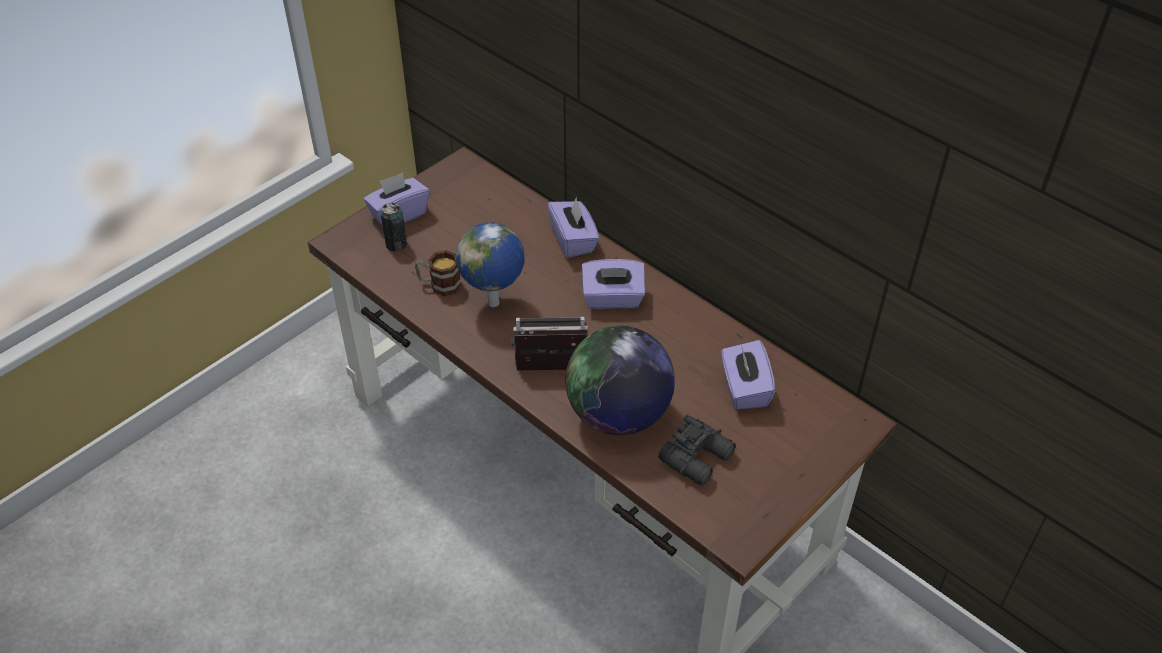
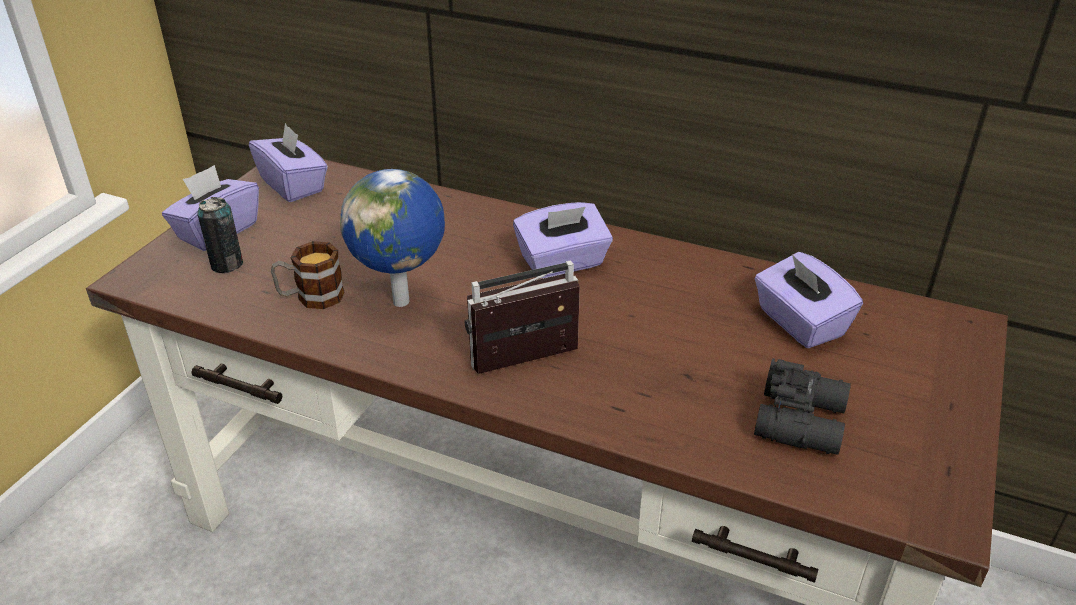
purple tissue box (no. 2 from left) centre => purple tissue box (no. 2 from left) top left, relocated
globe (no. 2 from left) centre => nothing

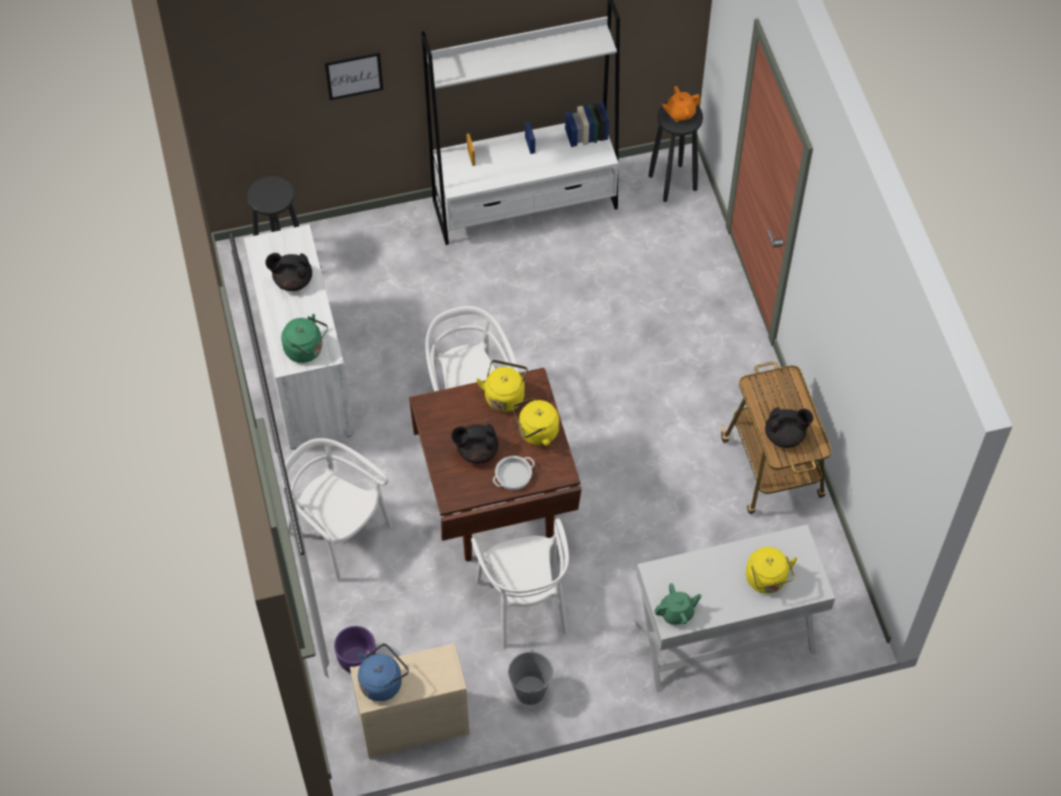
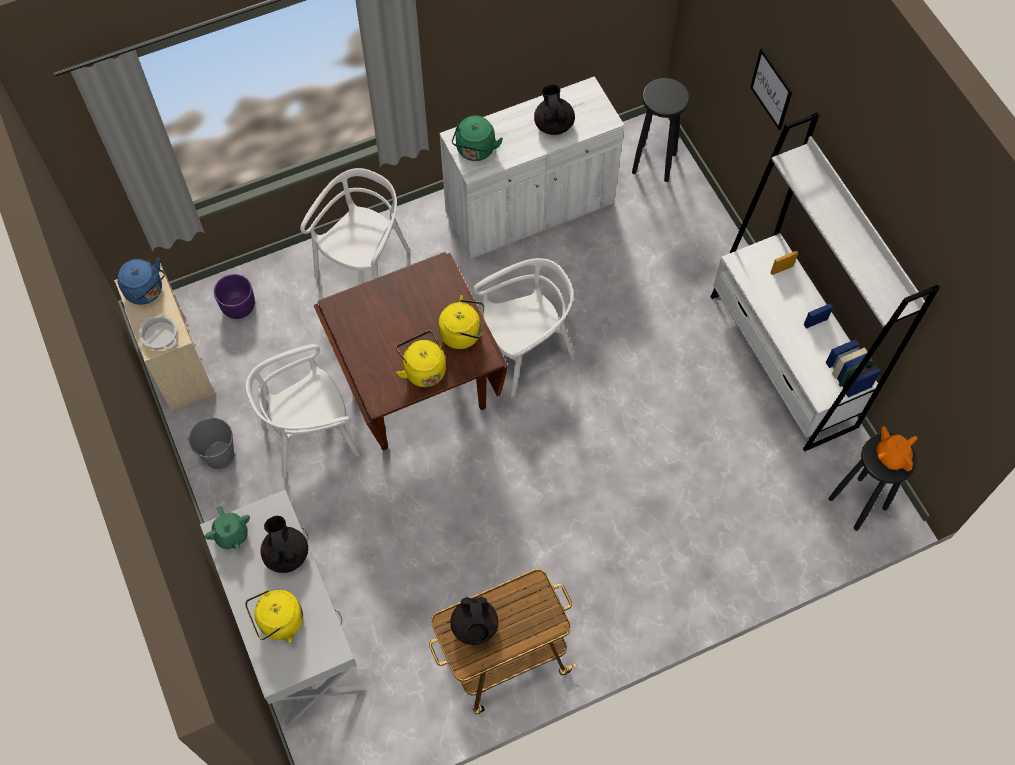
black teapot (no. 2 from left in the first image) centre => black teapot (no. 1 from left) bottom left, relocated
cooking pot centre => cooking pot middle left, relocated

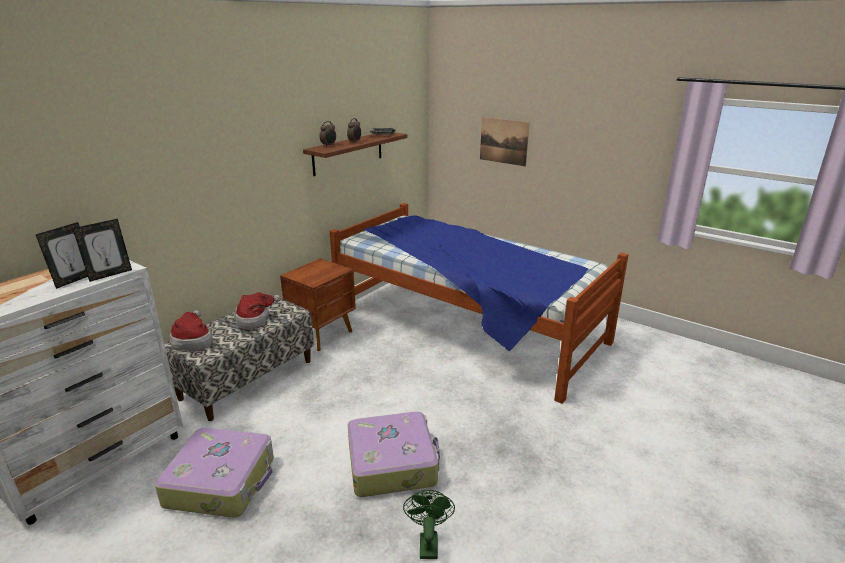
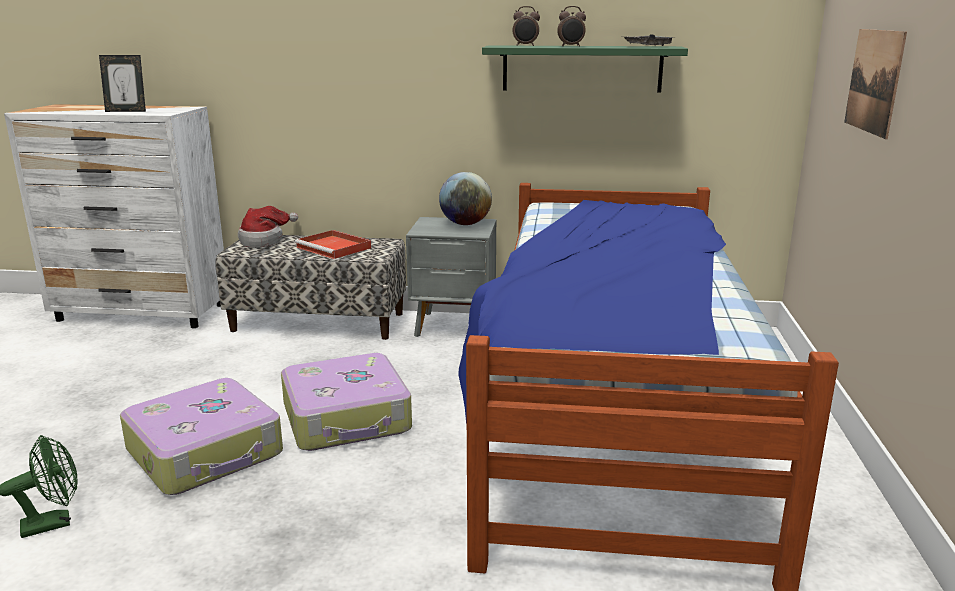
brown shelf top centre => green shelf top centre
picture frame (no. 2 from left) middle left => nothing
brown nightstand centre => grey nightstand centre
hat (no. 2 from left) middle left => red tray centre
suitcase (no. 1 from left in the first image) bottom left => suitcase (no. 2 from left) bottom centre, relocated
nothing => globe centre

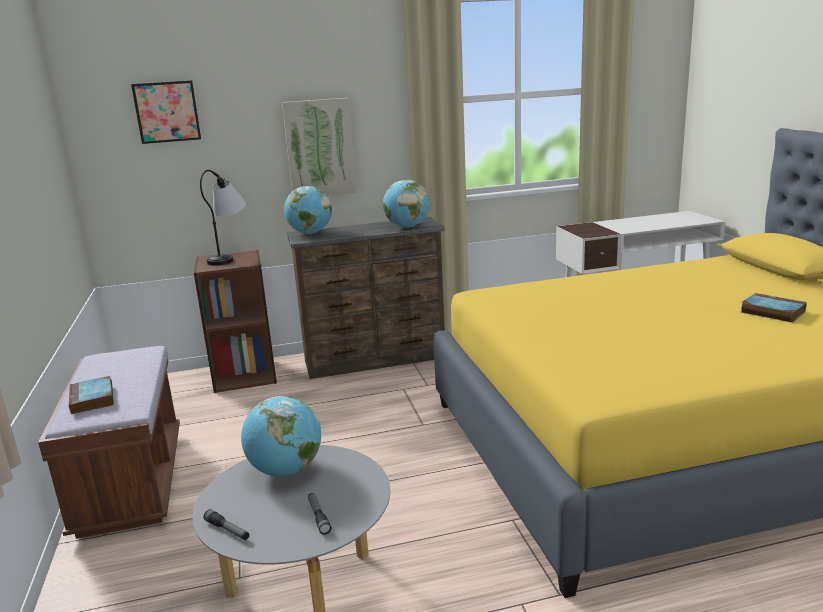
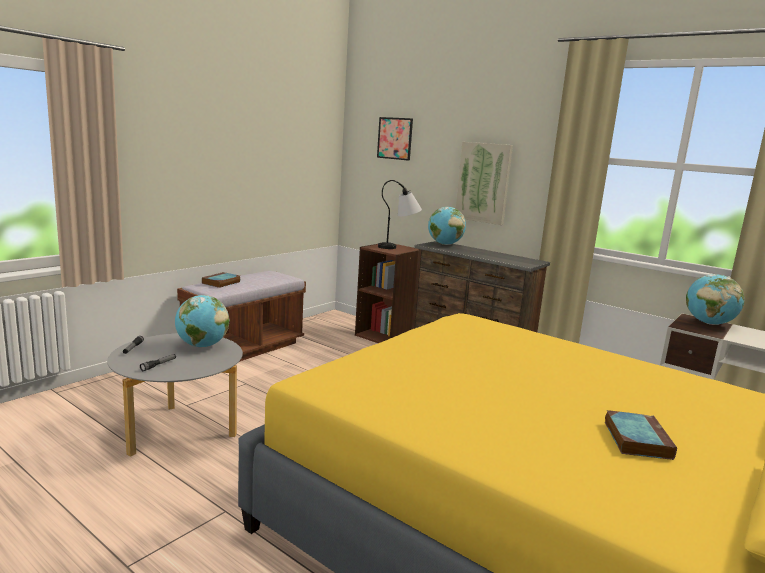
globe (no. 3 from left) centre => globe (no. 3 from left) middle right, relocated

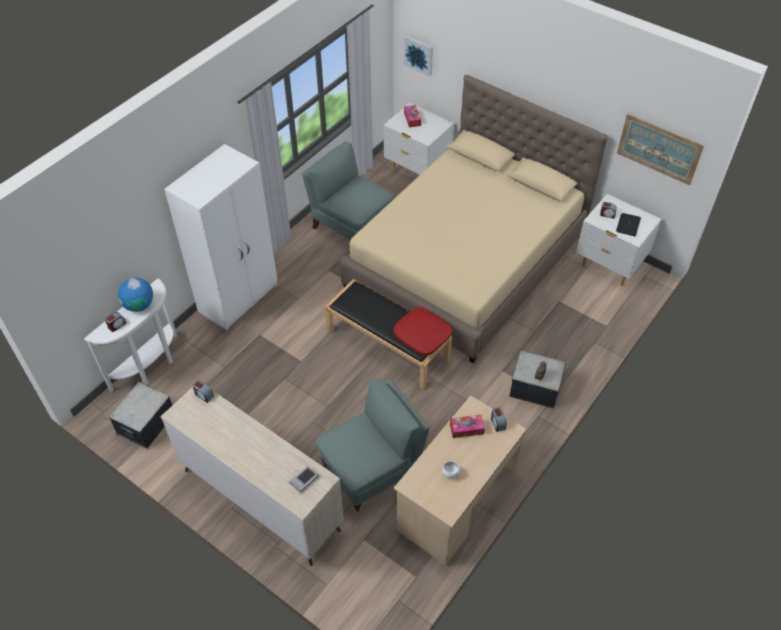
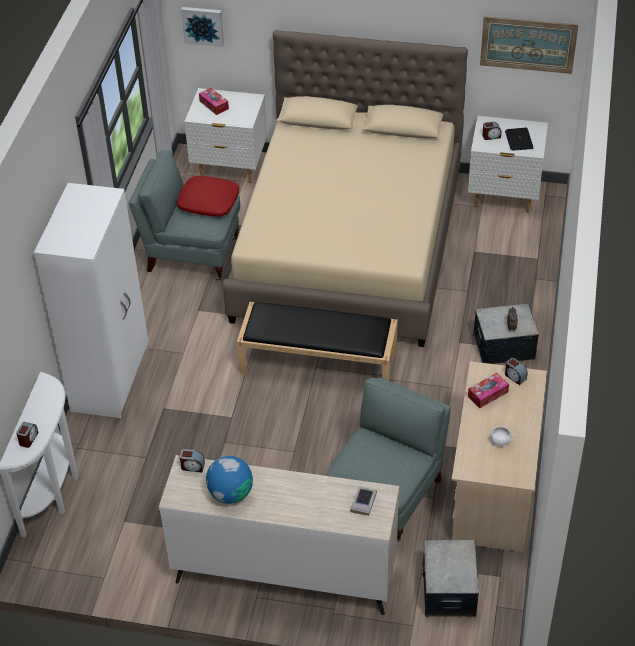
globe middle left => globe bottom centre, relocated
red pillow centre => red pillow top left, relocated
storage box (no. 1 from left) middle left => storage box (no. 1 from left) bottom right, relocated

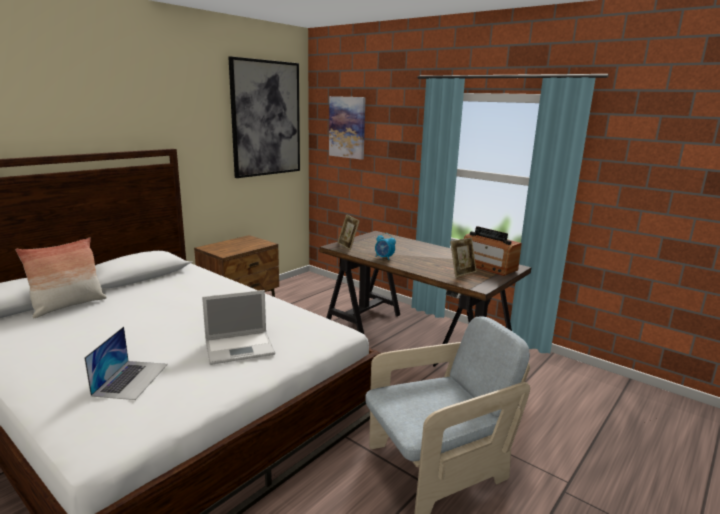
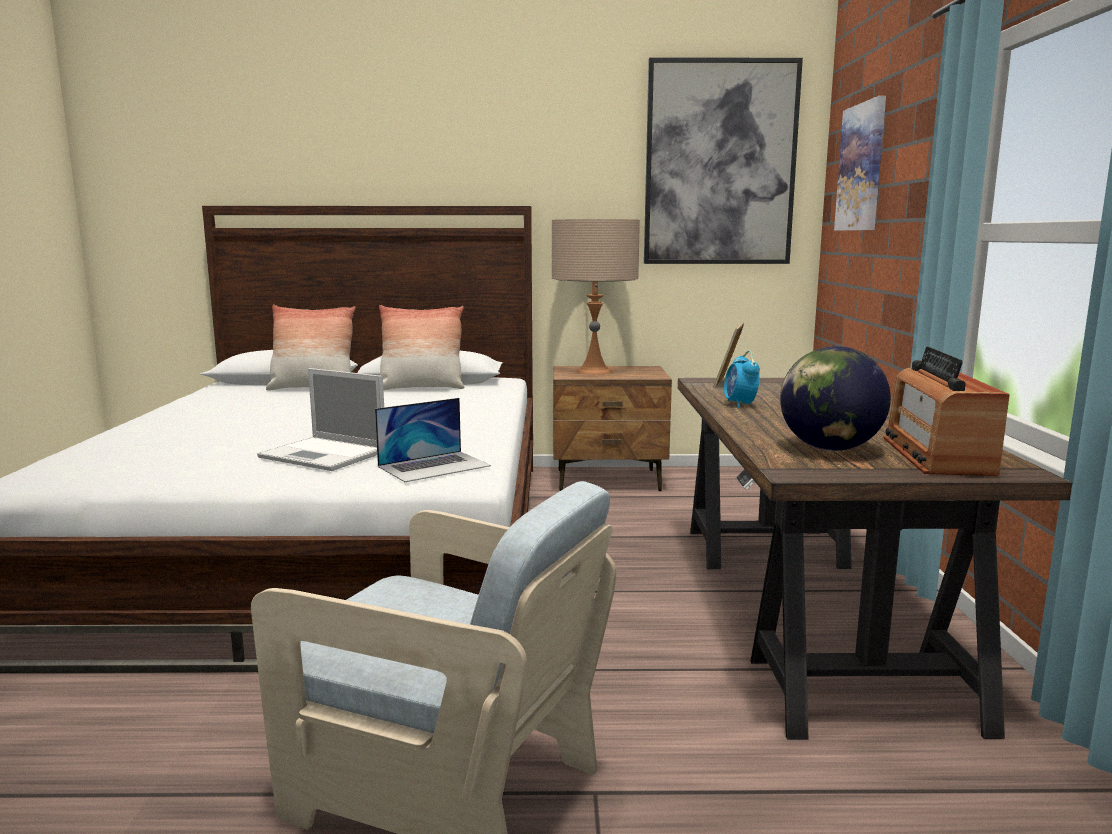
picture frame (no. 2 from left) centre => globe middle right
laptop (no. 1 from left in the first image) bottom left => laptop (no. 2 from left) centre, relocated
nothing => beige table lamp centre
nothing => pillow (no. 2 from left) centre

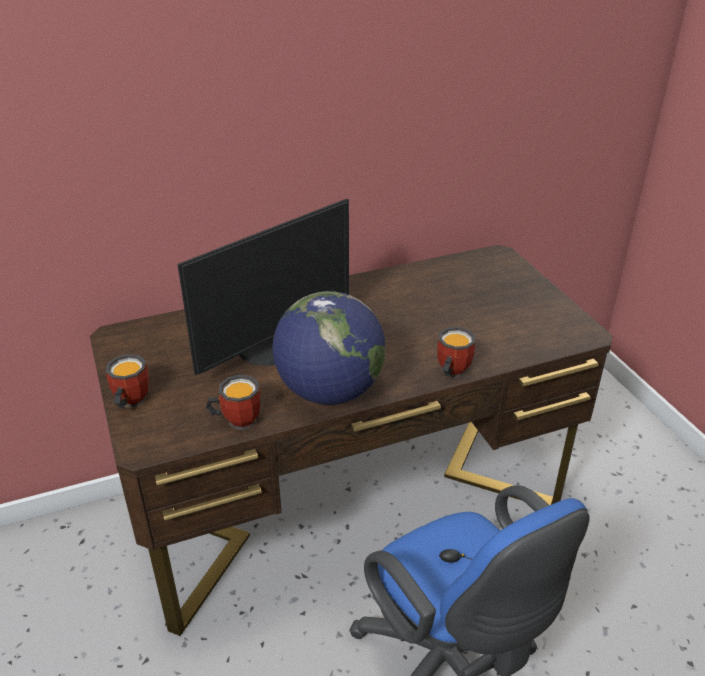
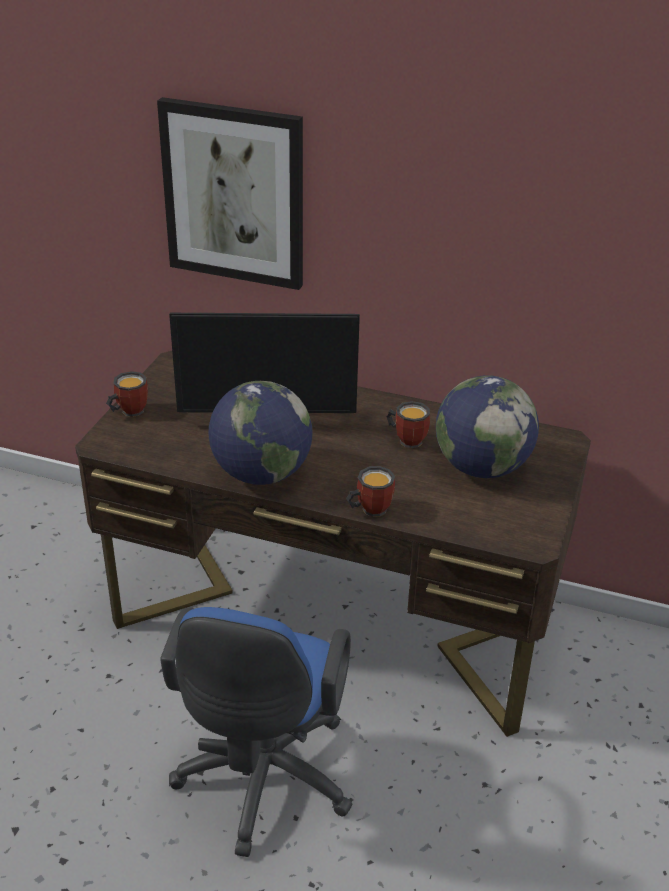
mug (no. 2 from left in the first image) middle left => mug (no. 3 from left) centre, relocated
nothing => picture top centre
nothing => globe (no. 2 from left) middle right

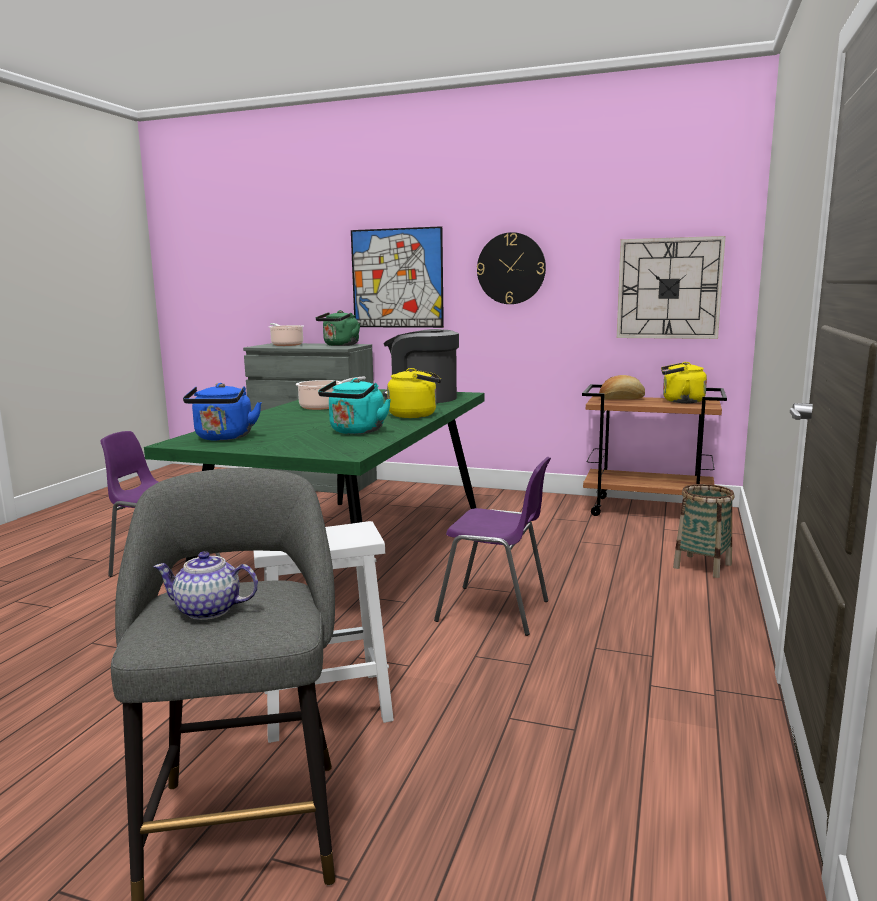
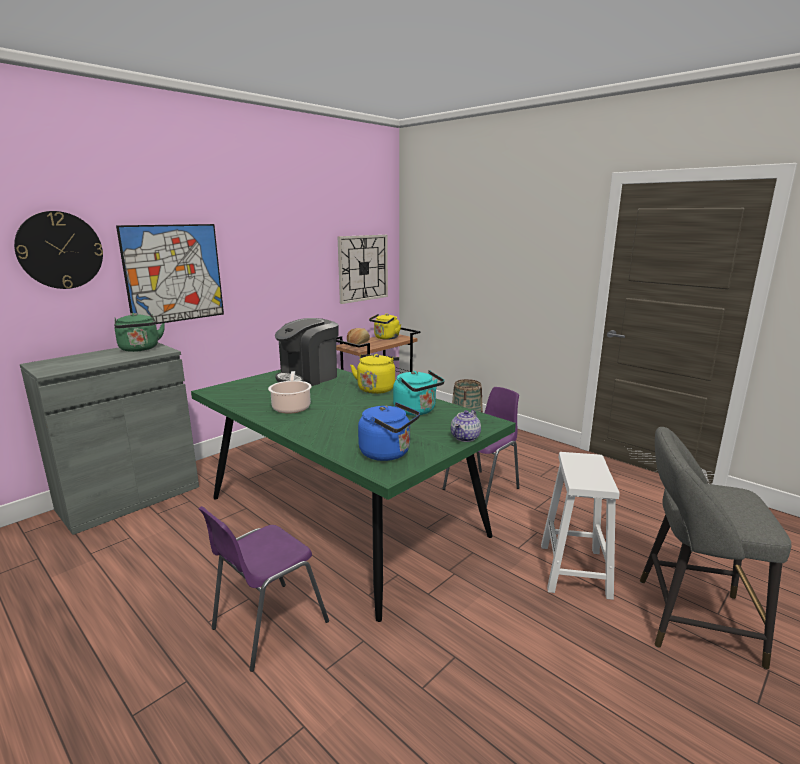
wall clock (no. 1 from left) top centre => wall clock (no. 1 from left) top left, relocated
cooking pot (no. 1 from left) middle left => nothing
teapot middle left => teapot centre, relocated

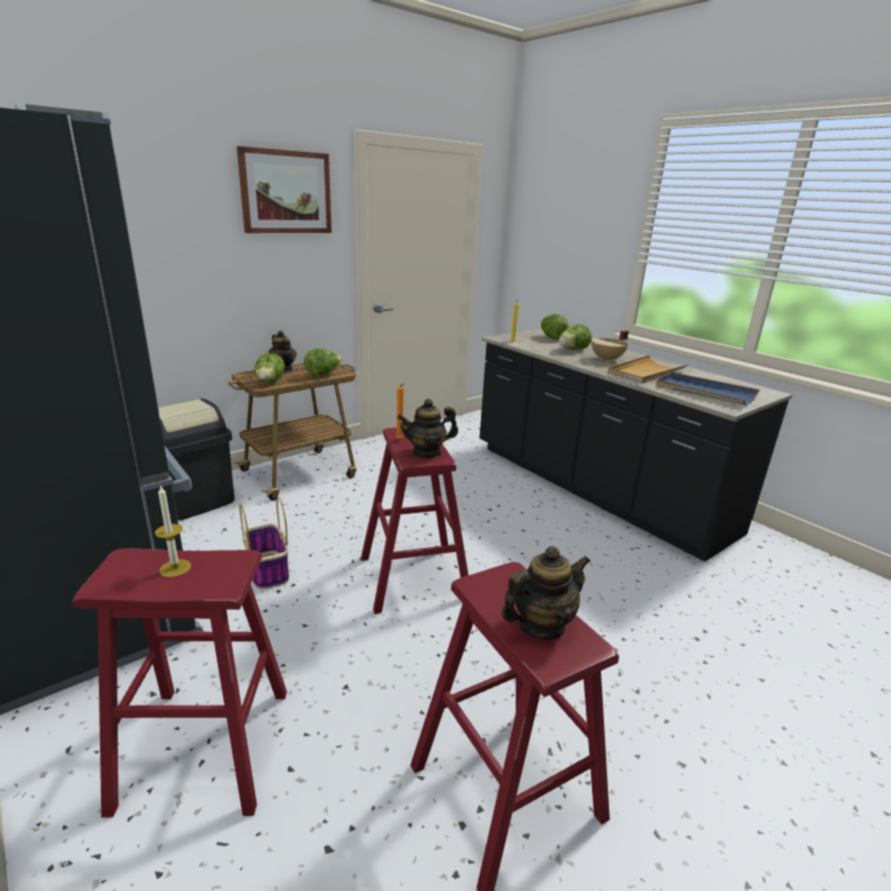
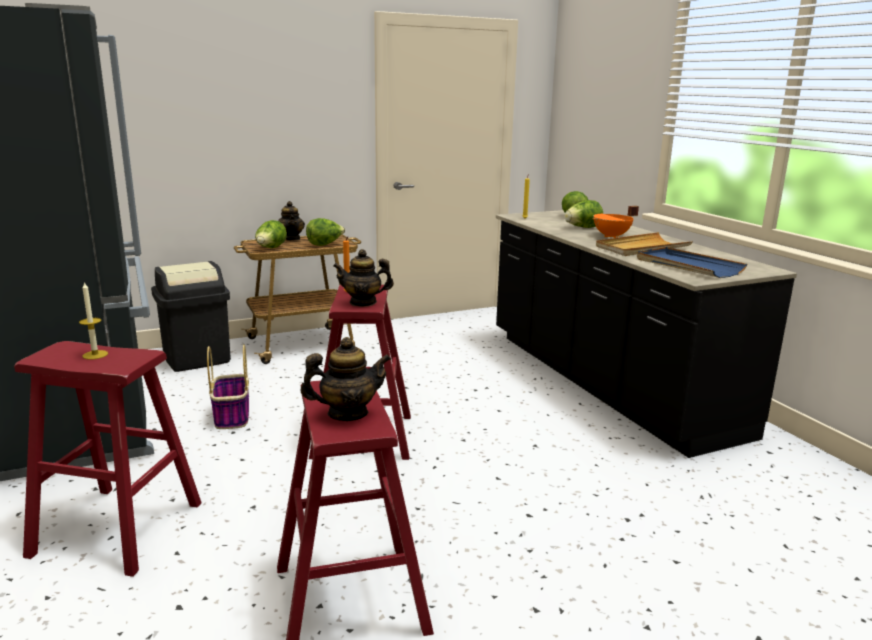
picture top left => nothing
beige cooking pot middle right => orange cooking pot middle right

